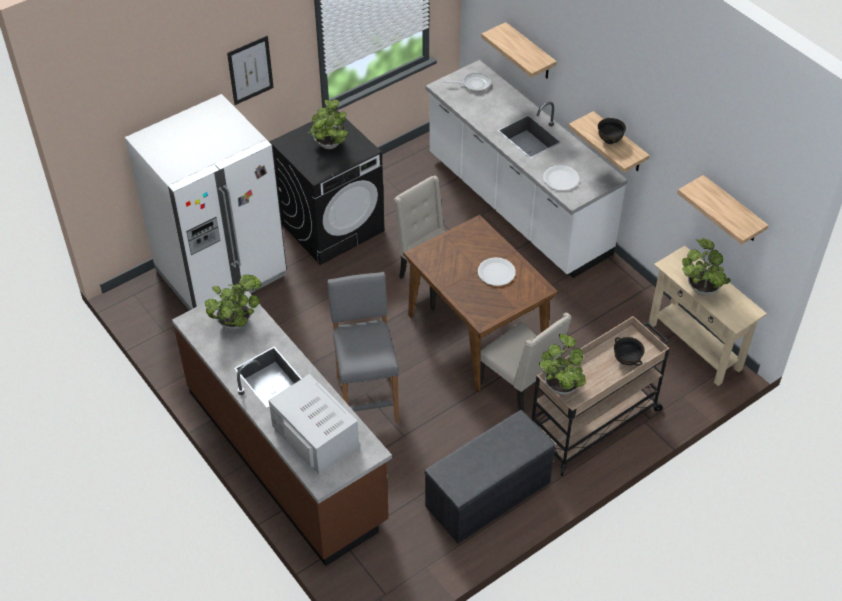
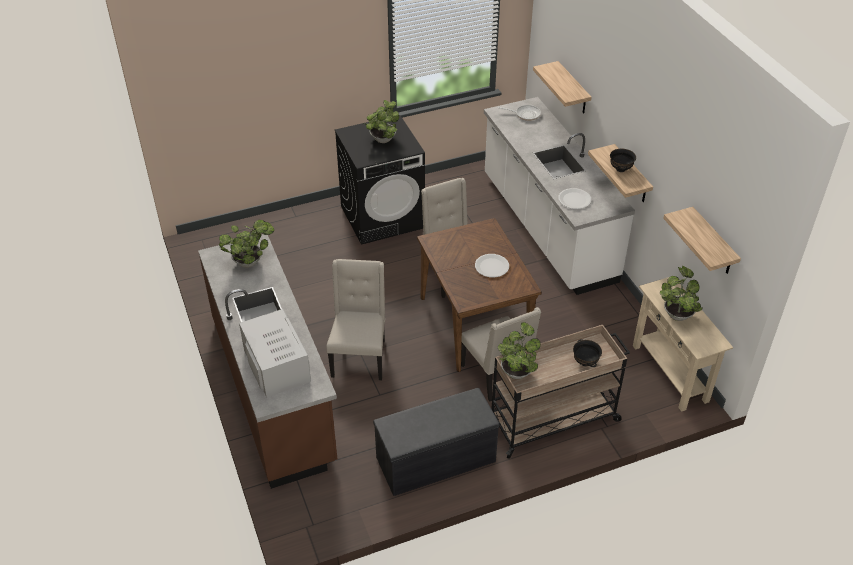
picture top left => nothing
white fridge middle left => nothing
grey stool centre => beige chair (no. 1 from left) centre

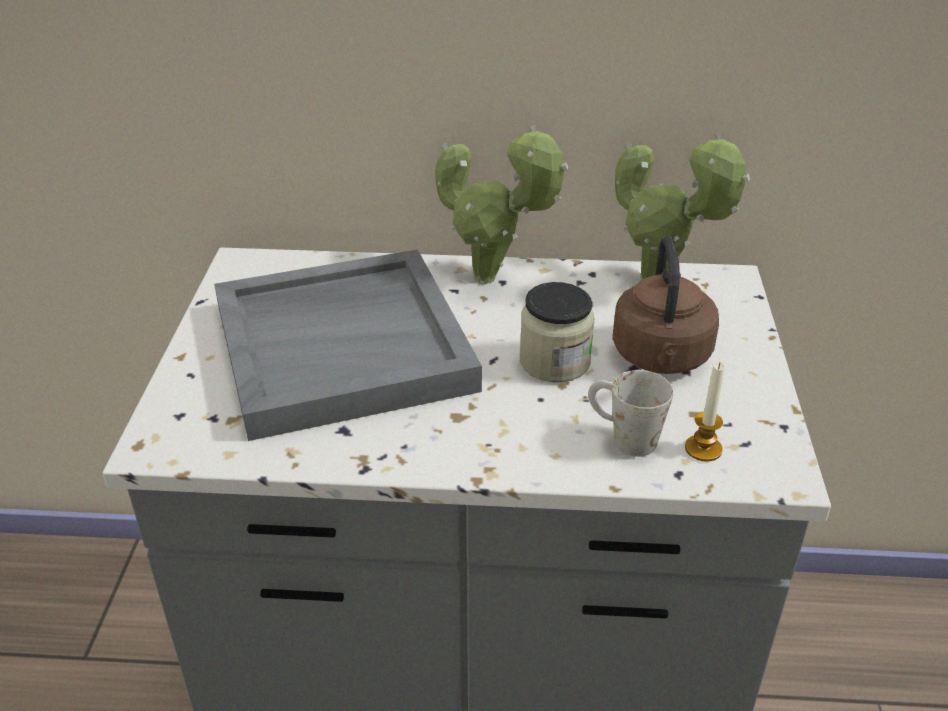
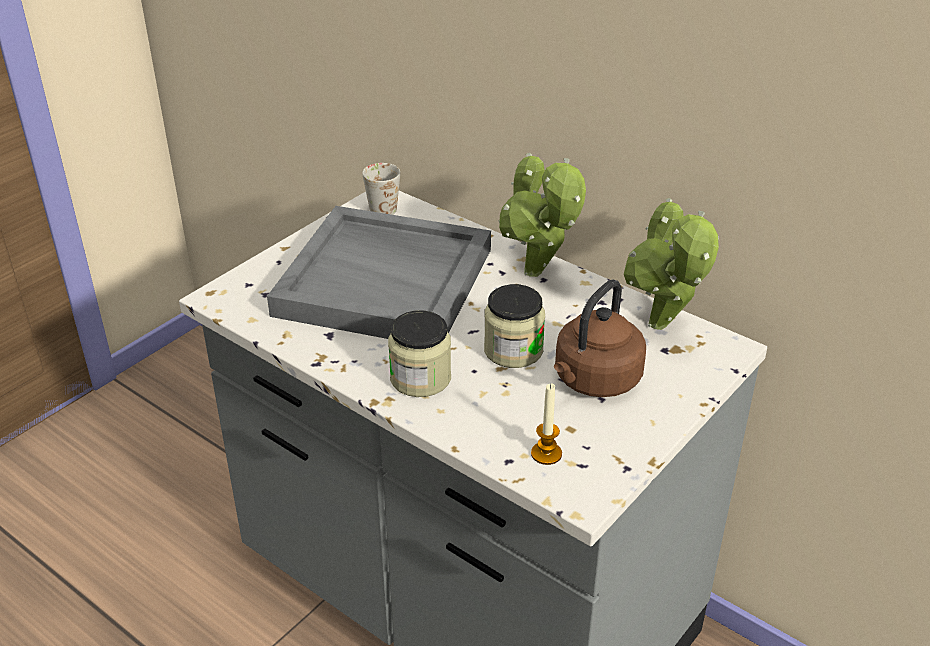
white mug centre => white mug top centre, relocated
nothing => jar (no. 1 from left) centre

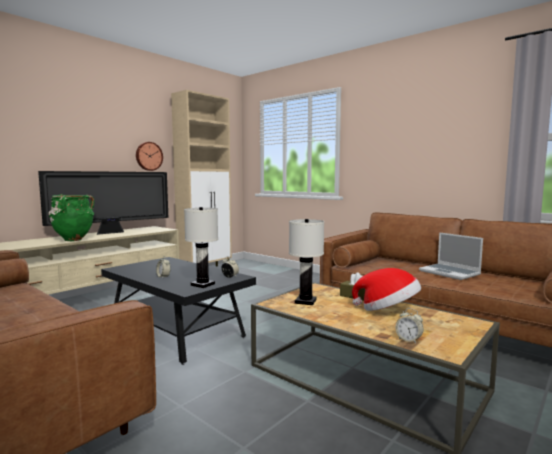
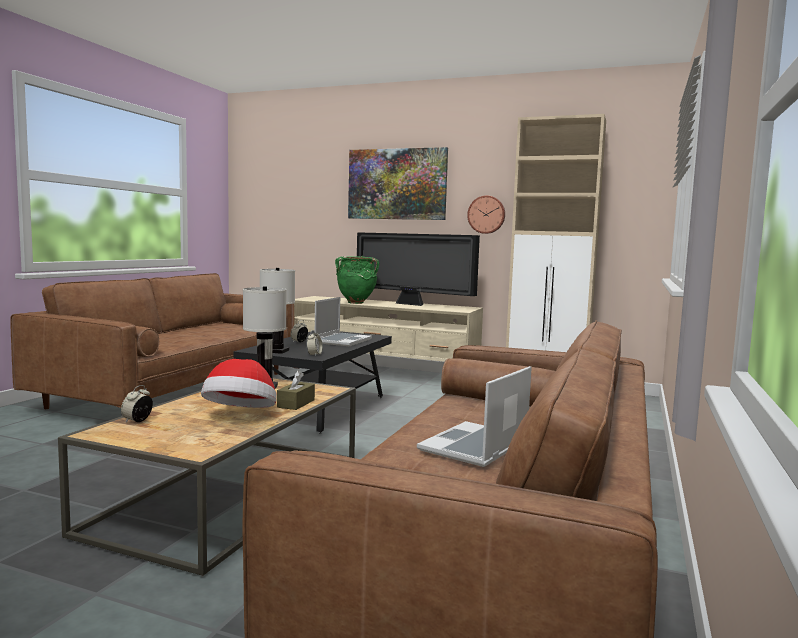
nothing => picture top centre
nothing => laptop (no. 1 from left) centre

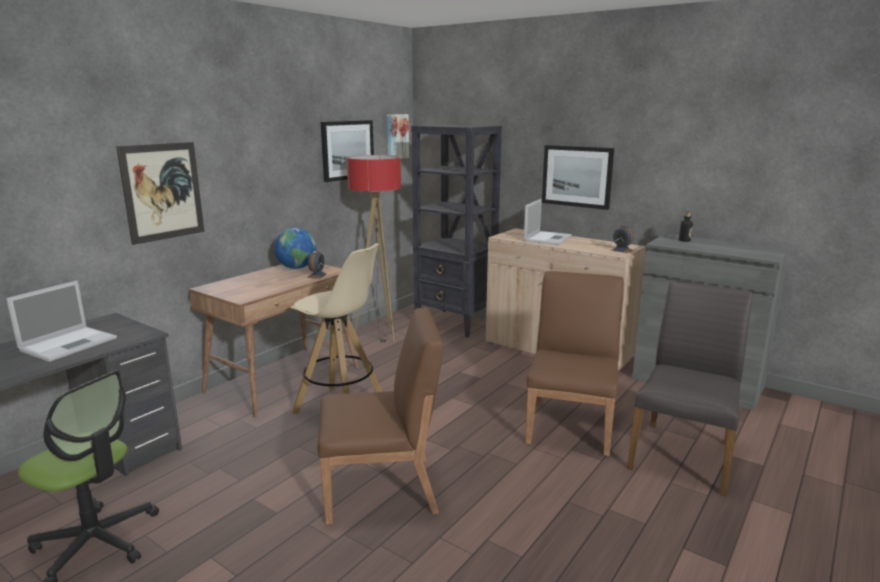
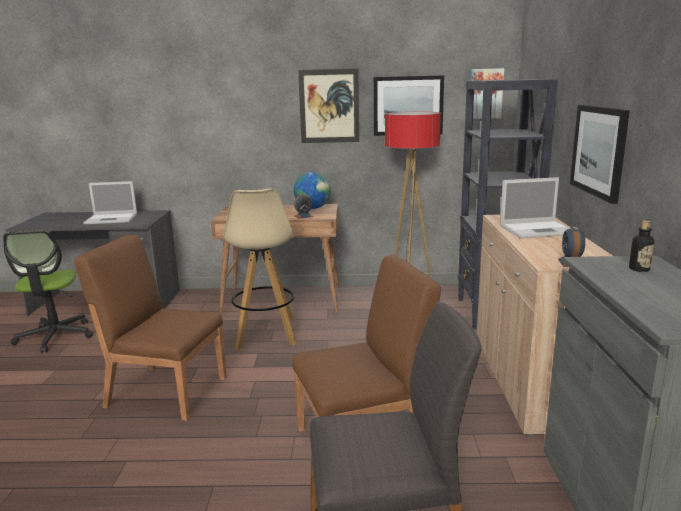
picture (no. 1 from left) top left => picture (no. 1 from left) top centre, relocated
brown chair (no. 1 from left) bottom centre => brown chair (no. 1 from left) middle left, 150 degrees clockwise

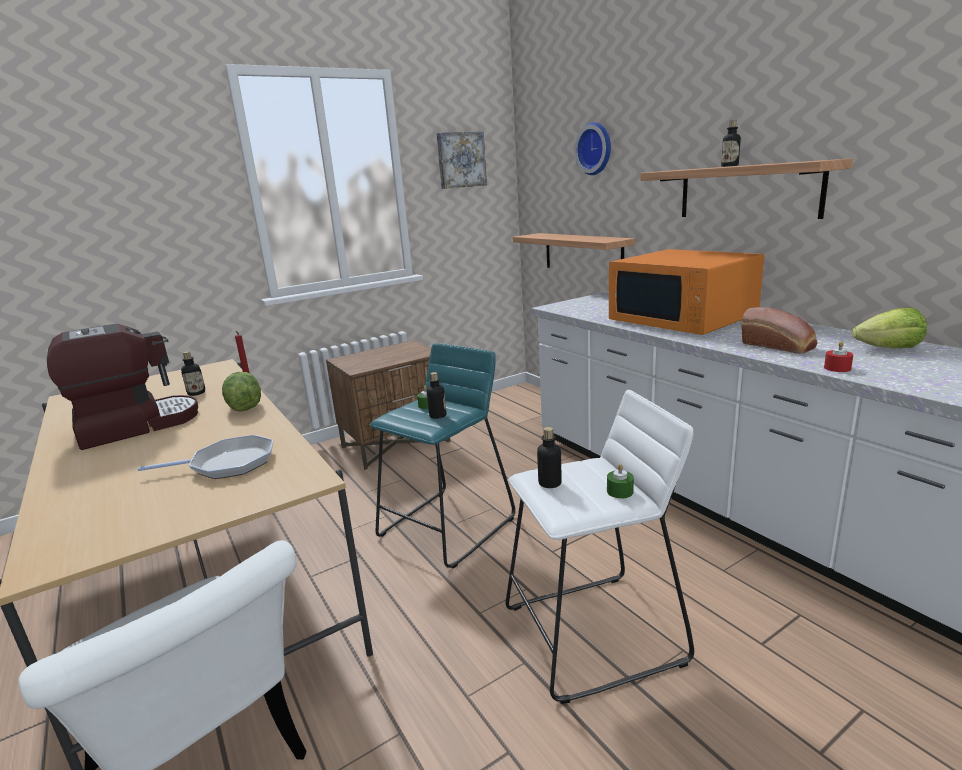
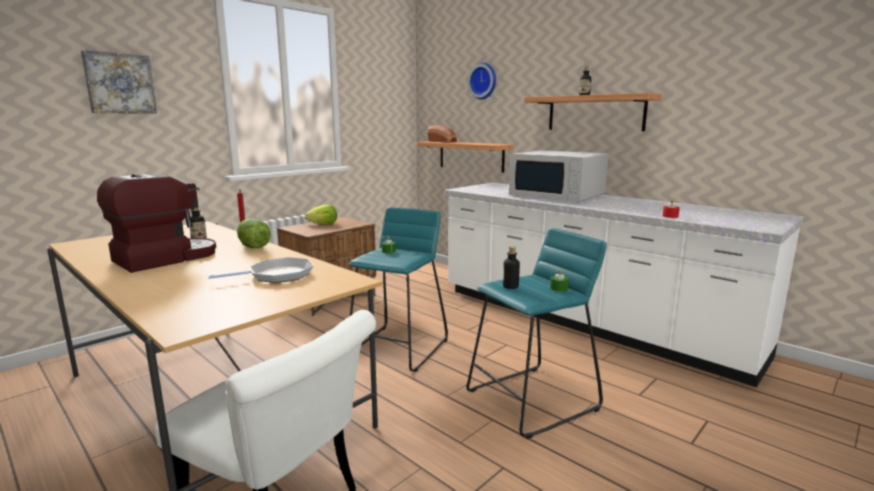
picture top centre => picture top left, relocated
orange microwave middle right => white microwave centre
bread middle right => bread top centre, relocated
lettuce (no. 2 from left) middle right => lettuce (no. 2 from left) centre, relocated
bottle (no. 2 from left) centre => nothing
white stool bottom centre => turquoise stool (no. 2 from left) bottom centre

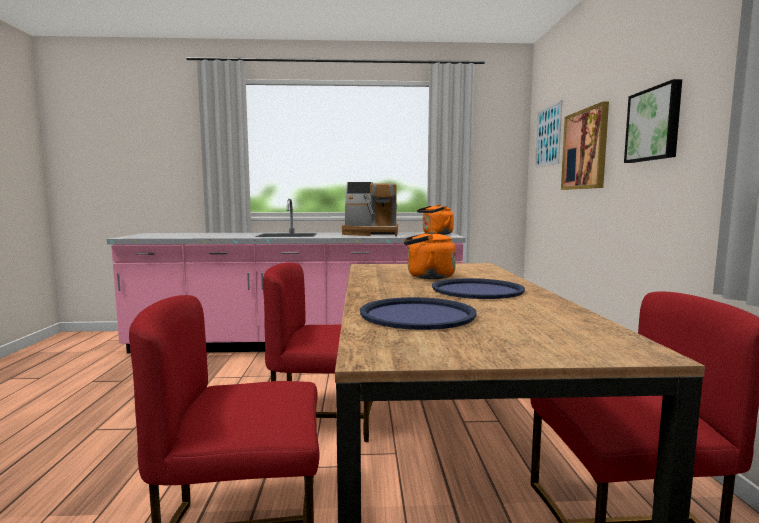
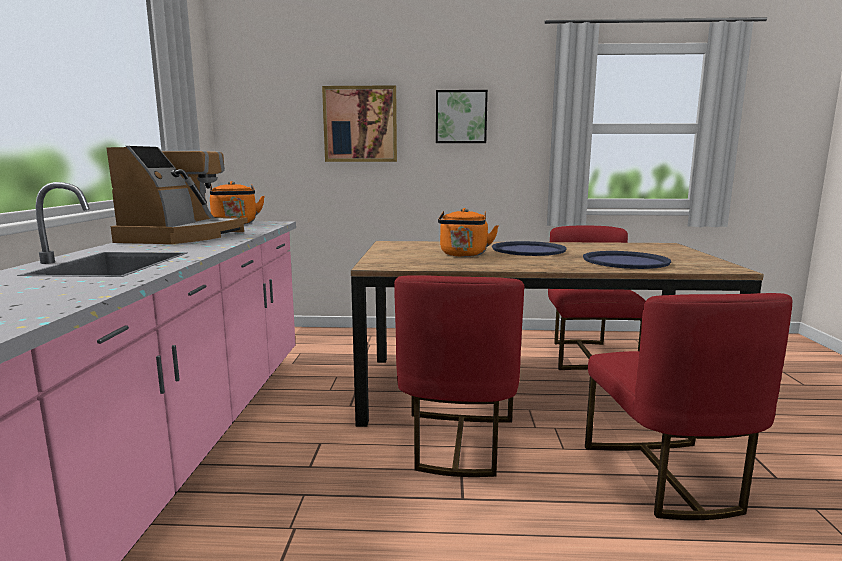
picture (no. 1 from left) top right => nothing

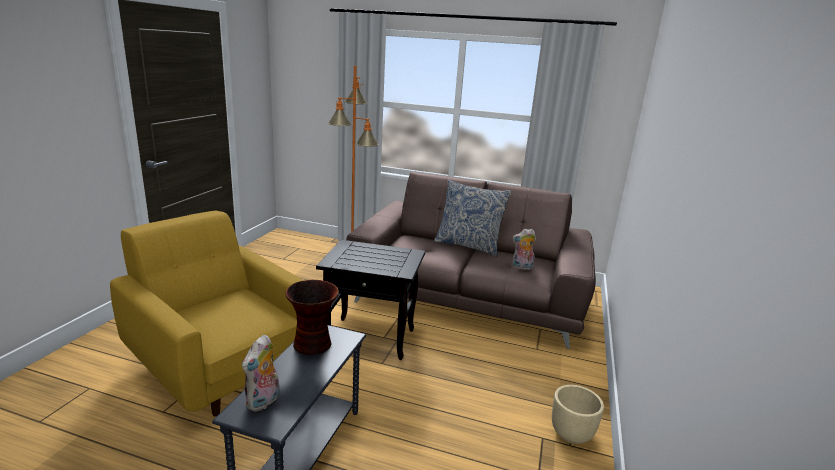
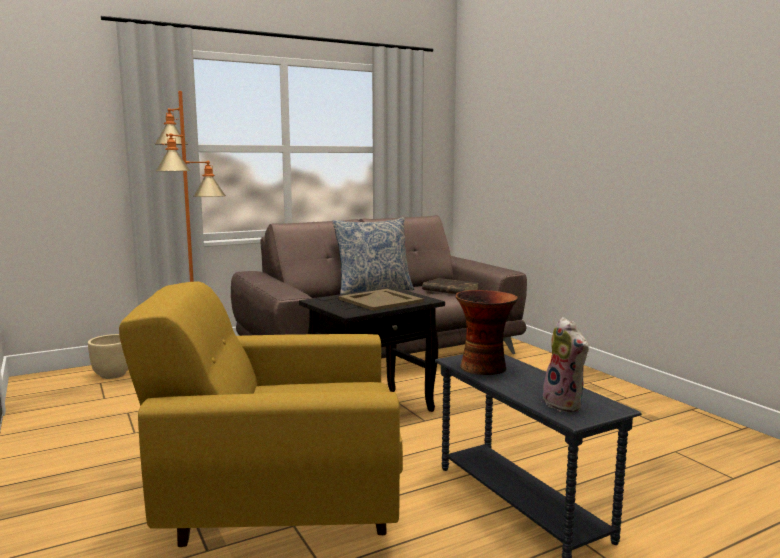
plush toy (no. 2 from left) centre => brown book centre
beige planter bottom right => beige planter middle left, relocated
nothing => beige tray centre

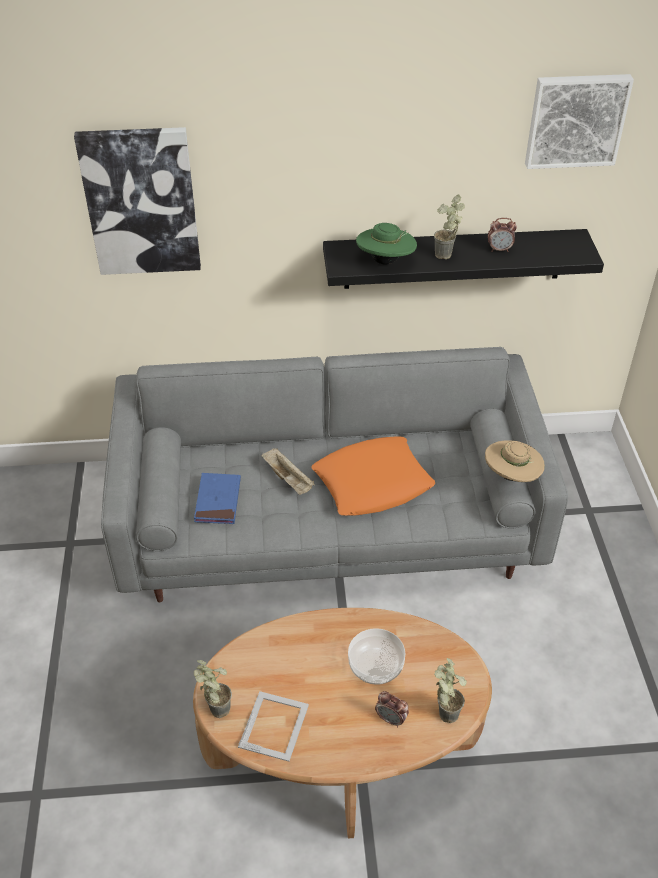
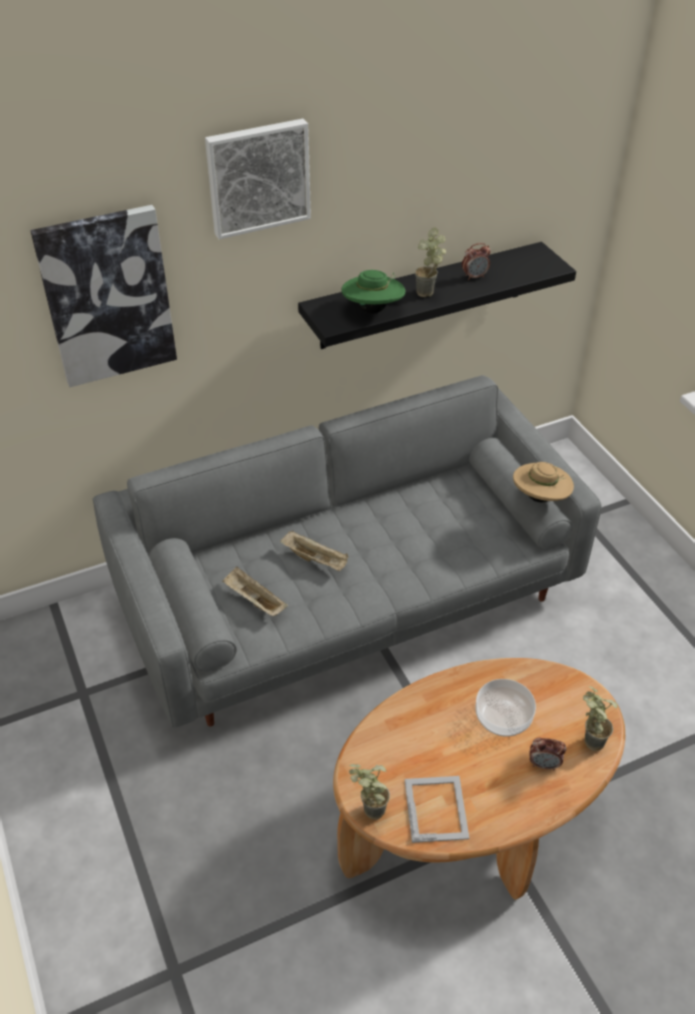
picture (no. 2 from left) top right => picture (no. 2 from left) top centre, relocated
orange pillow centre => nothing
blue book middle left => beige tray (no. 1 from left) centre

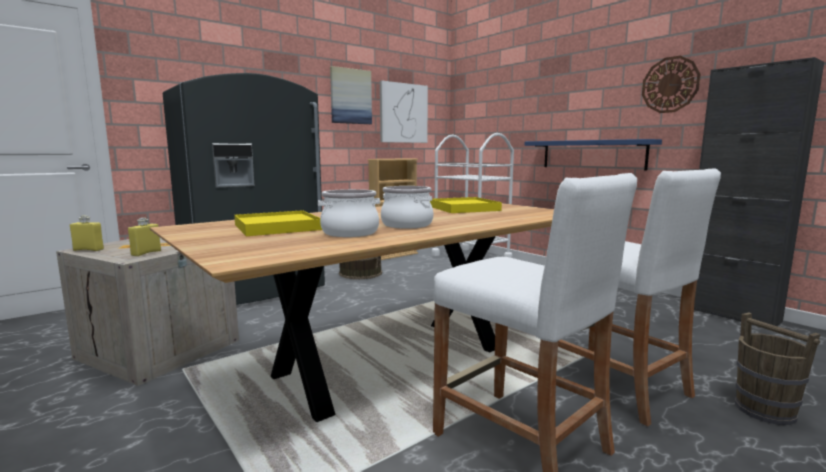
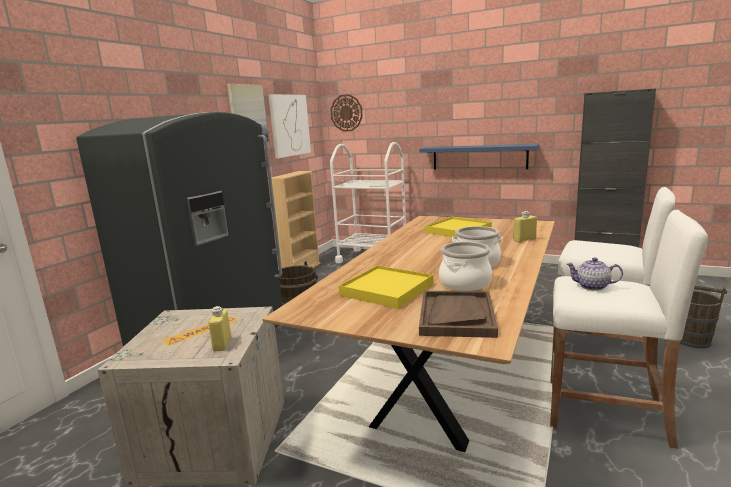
wall clock top right => wall clock top centre, relocated
yellow bottle (no. 1 from left in the first image) middle left => yellow bottle (no. 2 from left) middle right, relocated
nothing => teapot middle right
nothing => brown tray centre

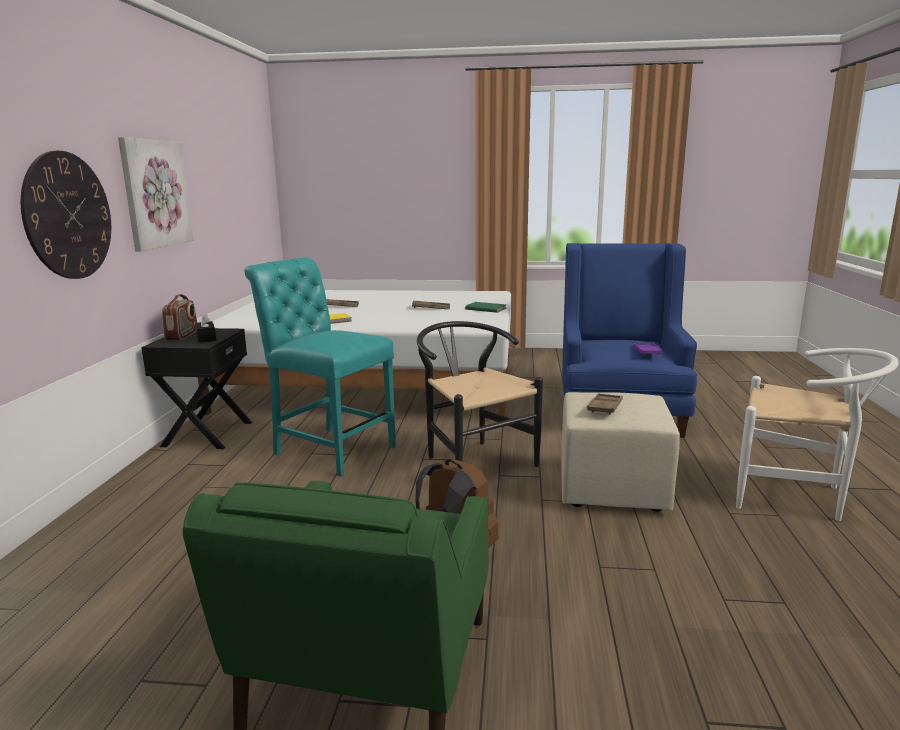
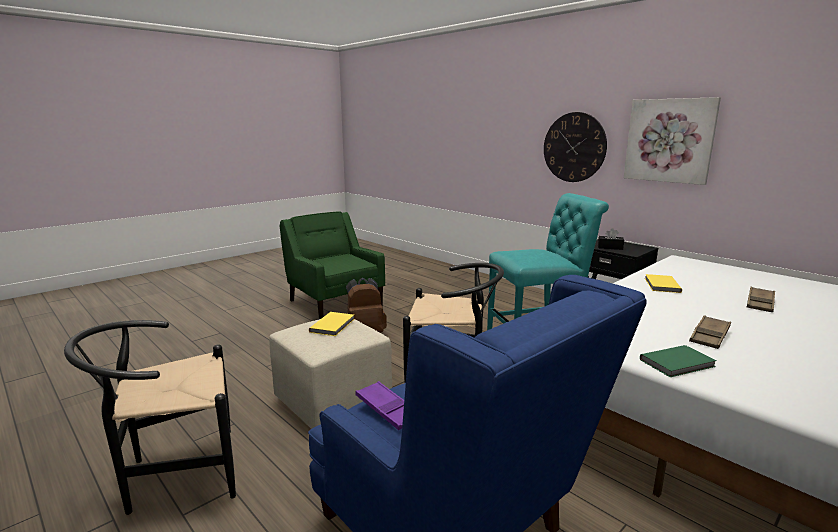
radio middle left => nothing
white chair middle right => black chair (no. 1 from left) bottom left
brown tray (no. 3 from left) middle right => yellow book (no. 1 from left) centre

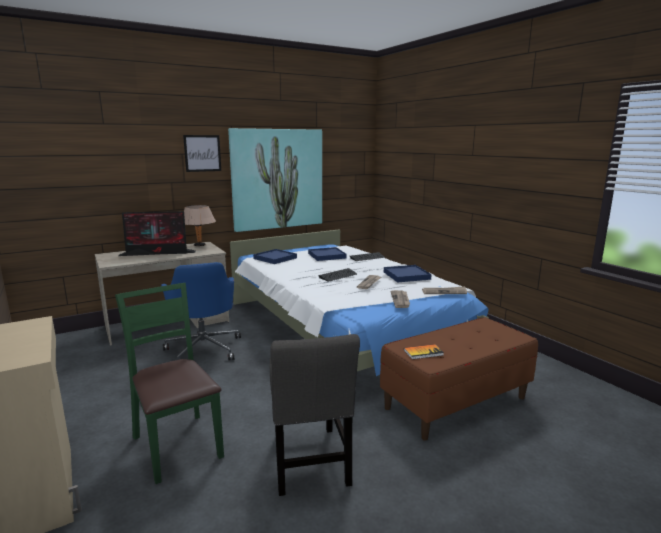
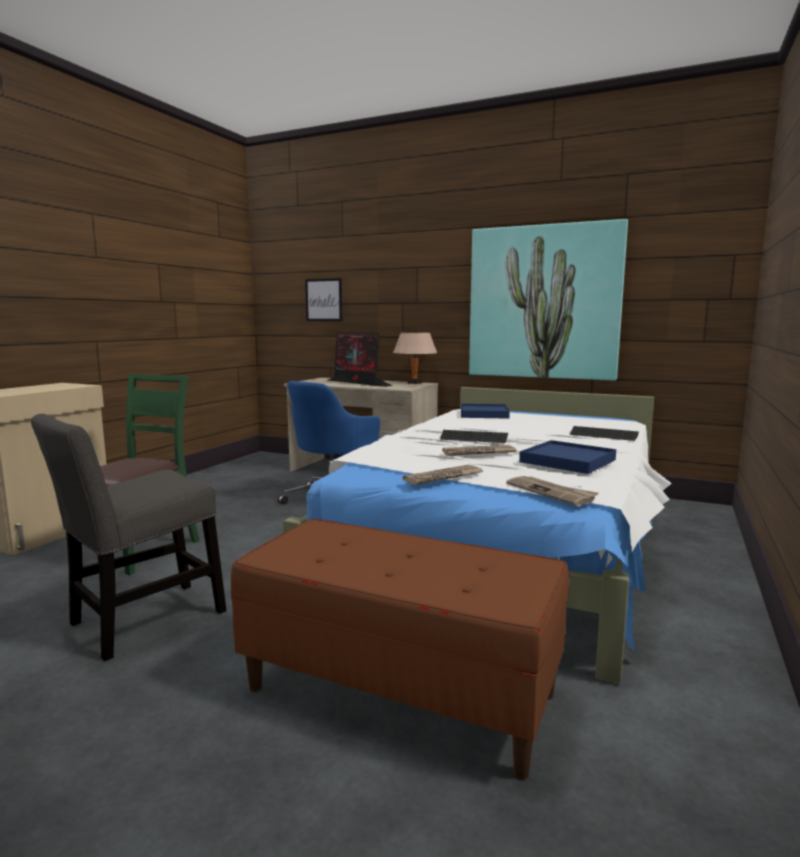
picture (no. 1 from left) top left => picture (no. 1 from left) centre, relocated
blue tray (no. 2 from left) centre => nothing
book centre => nothing

